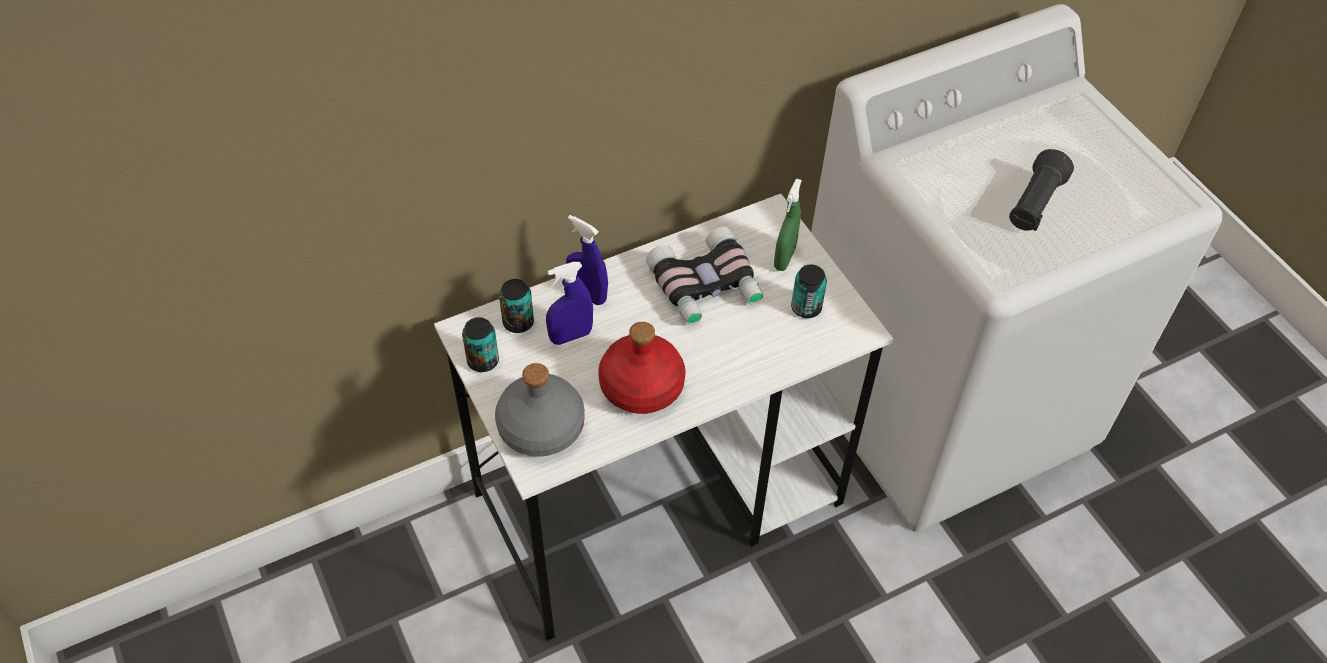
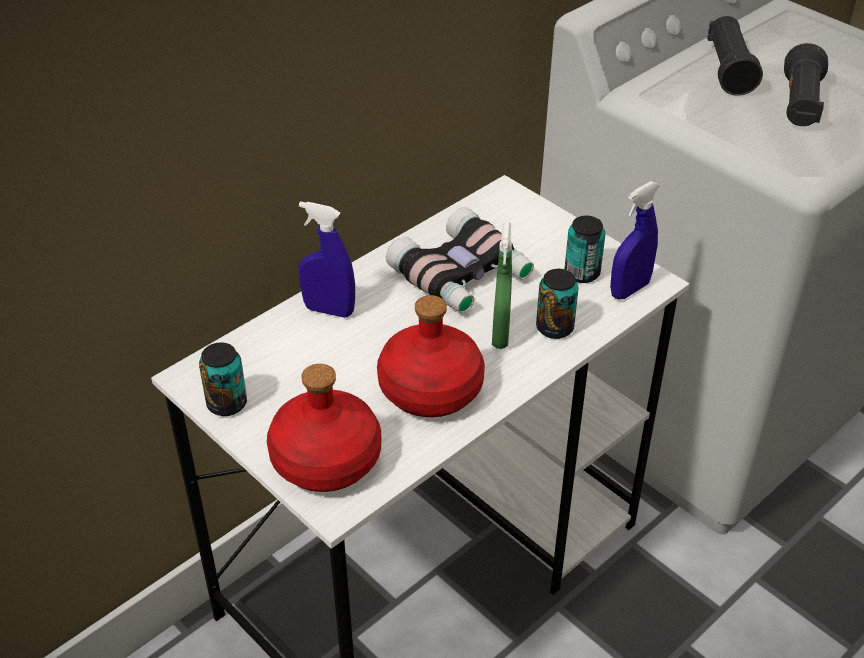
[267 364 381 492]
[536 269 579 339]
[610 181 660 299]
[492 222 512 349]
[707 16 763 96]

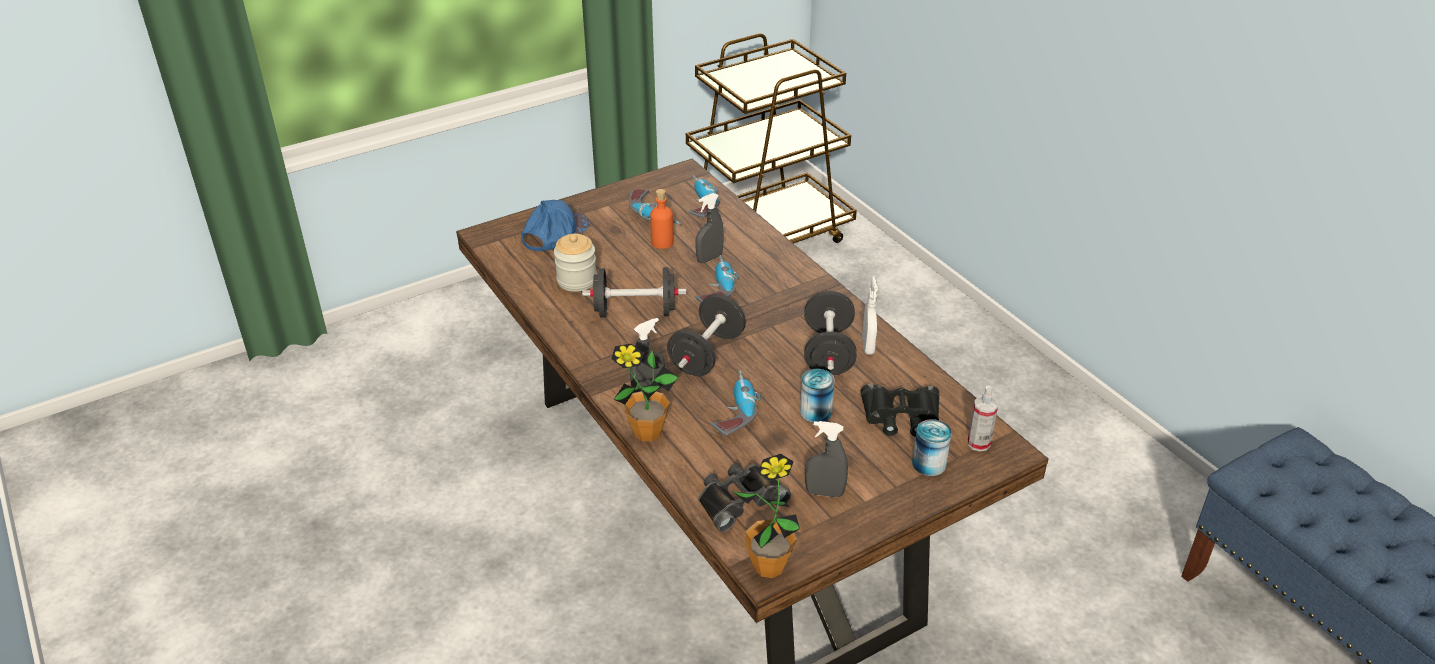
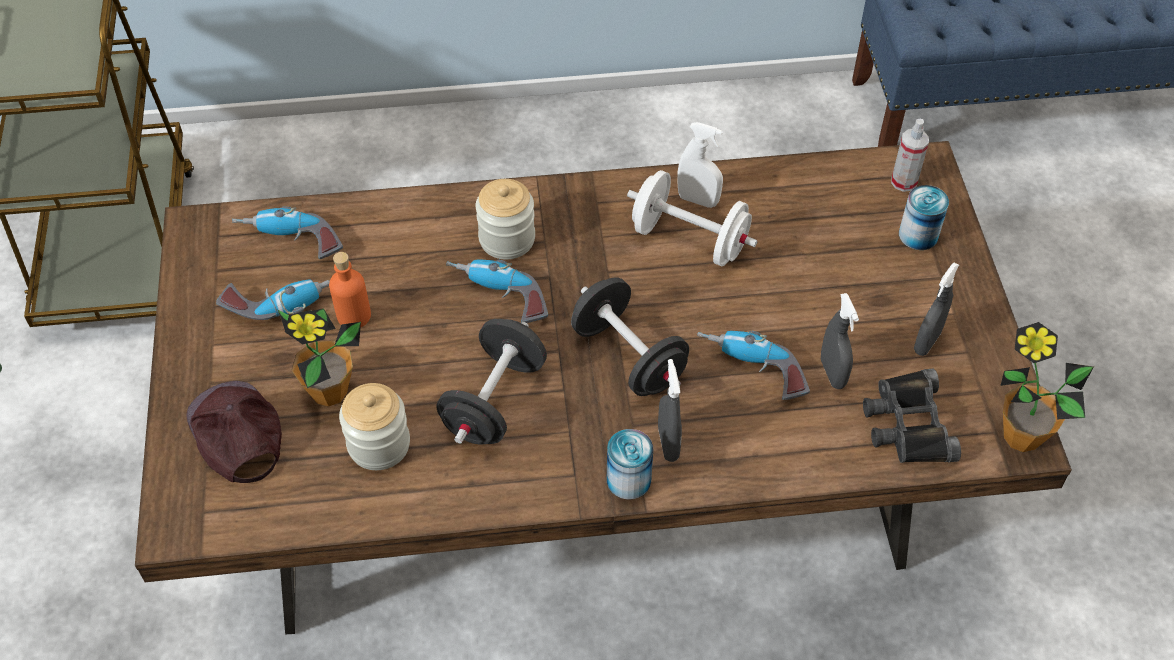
[186 381 282 483]
[277 308 361 407]
[821 293 859 389]
[607 429 653 500]
[627 170 758 266]
[861 384 940 437] (first image)
[476 179 535 260]

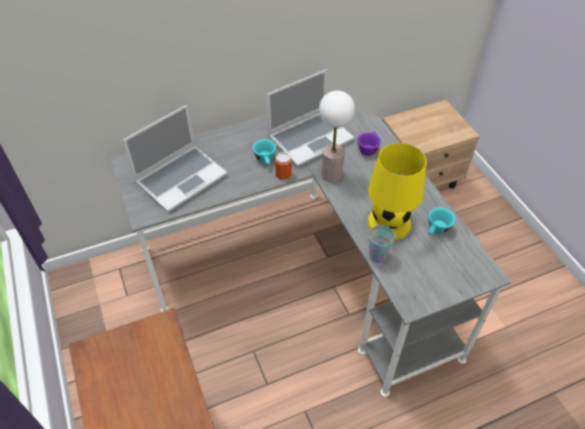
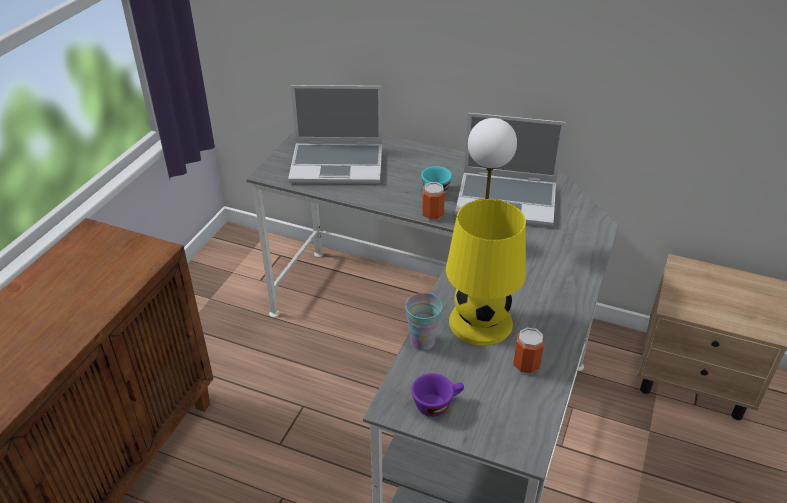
[411 373 464 417]
[513 327 544 374]

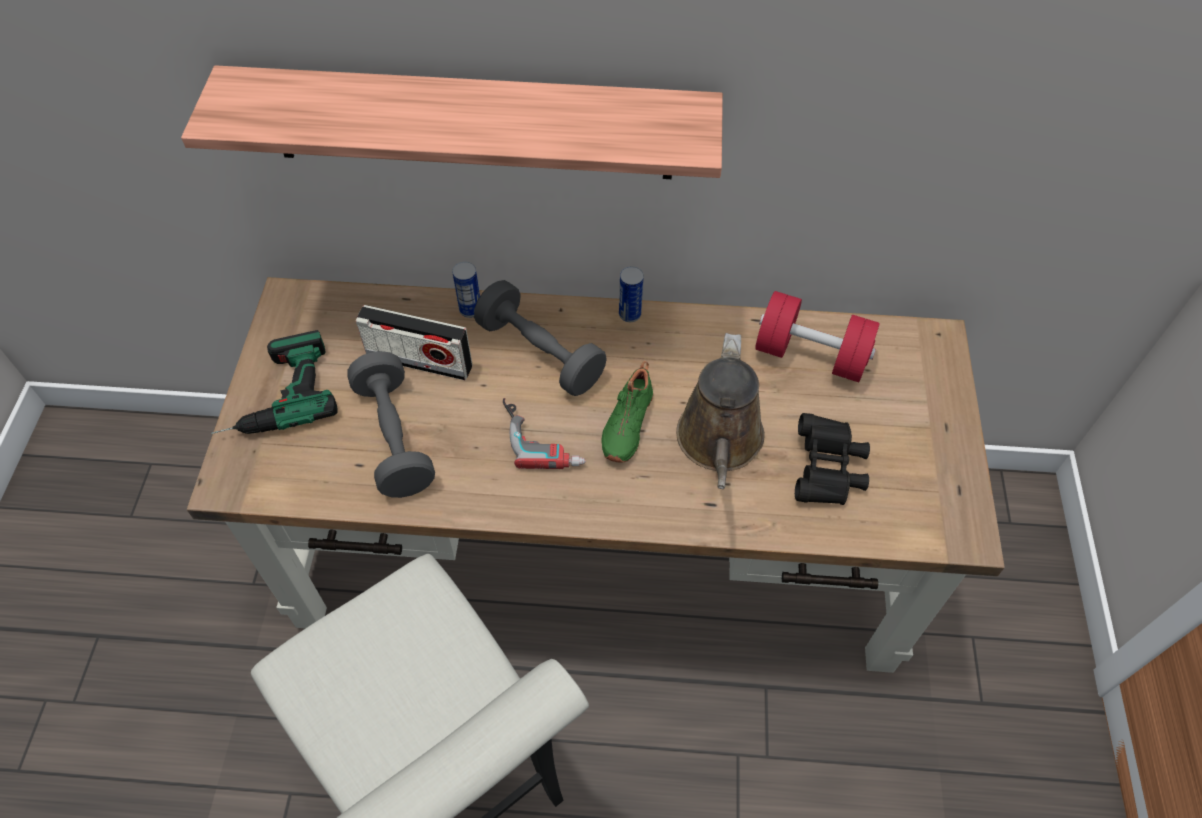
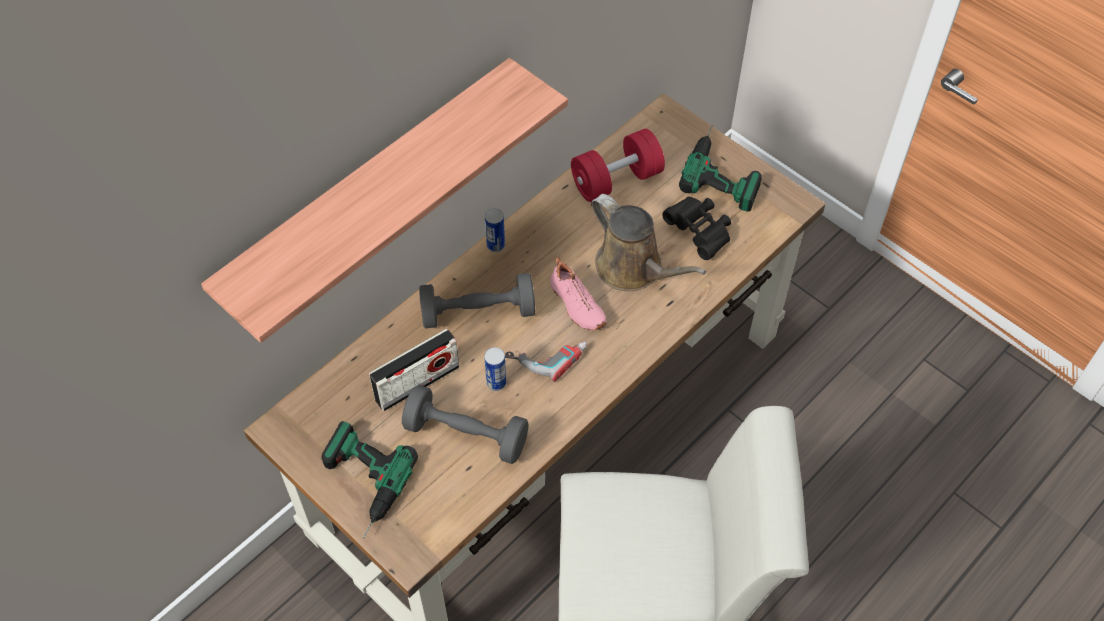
[484 347 506 391]
[550 258 606 330]
[679 126 762 212]

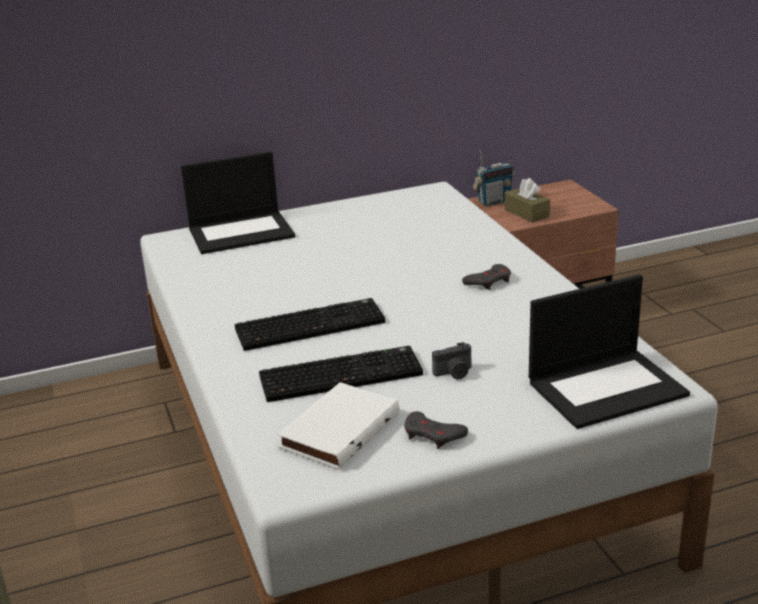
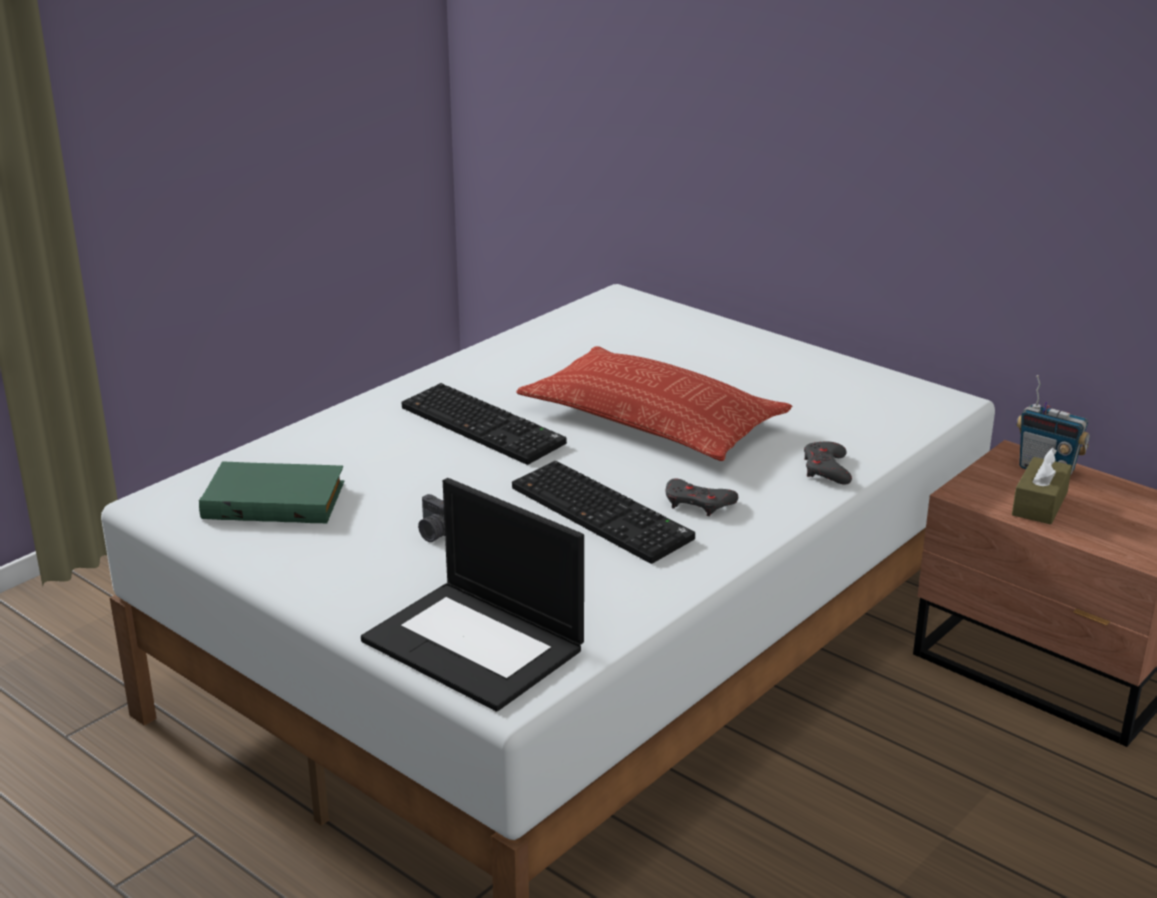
[181 151 295 254] (first image)
[512 461 695 564]
[199 461 344 523]
[804 442 852 485]
[516 346 792 461]

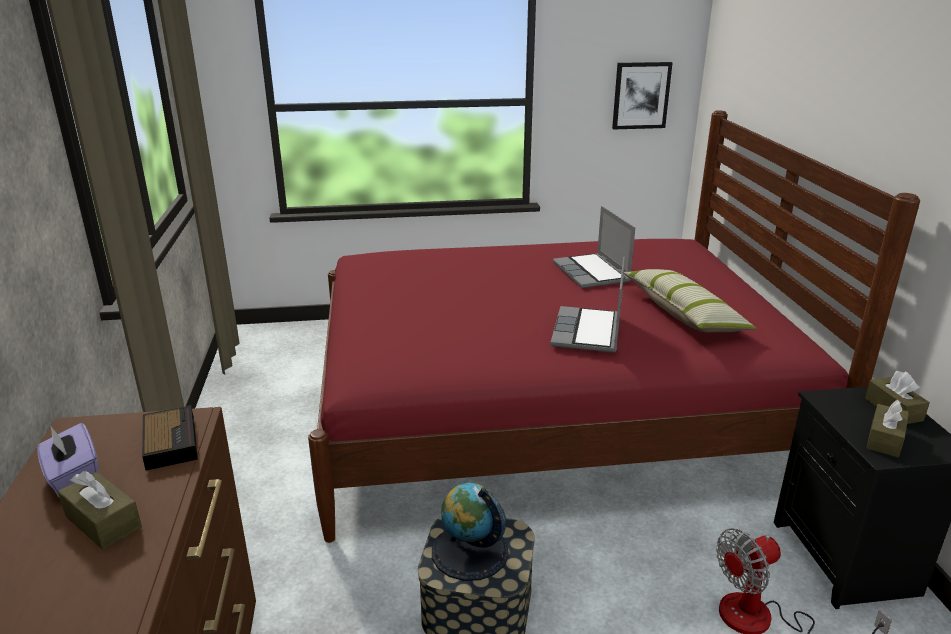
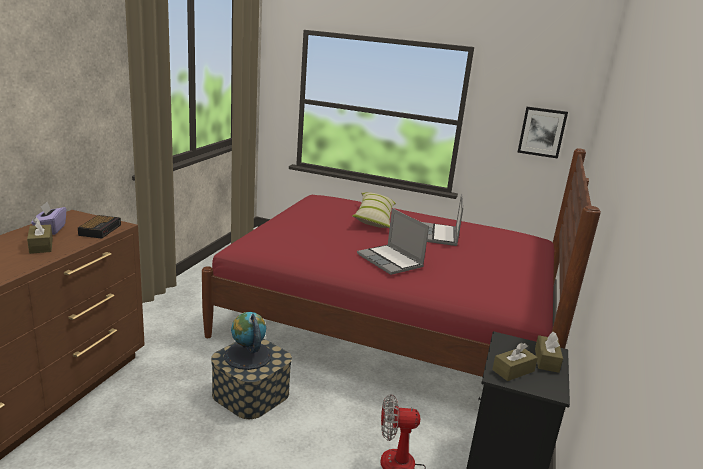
[357 208 429 275]
[352 192 396 228]

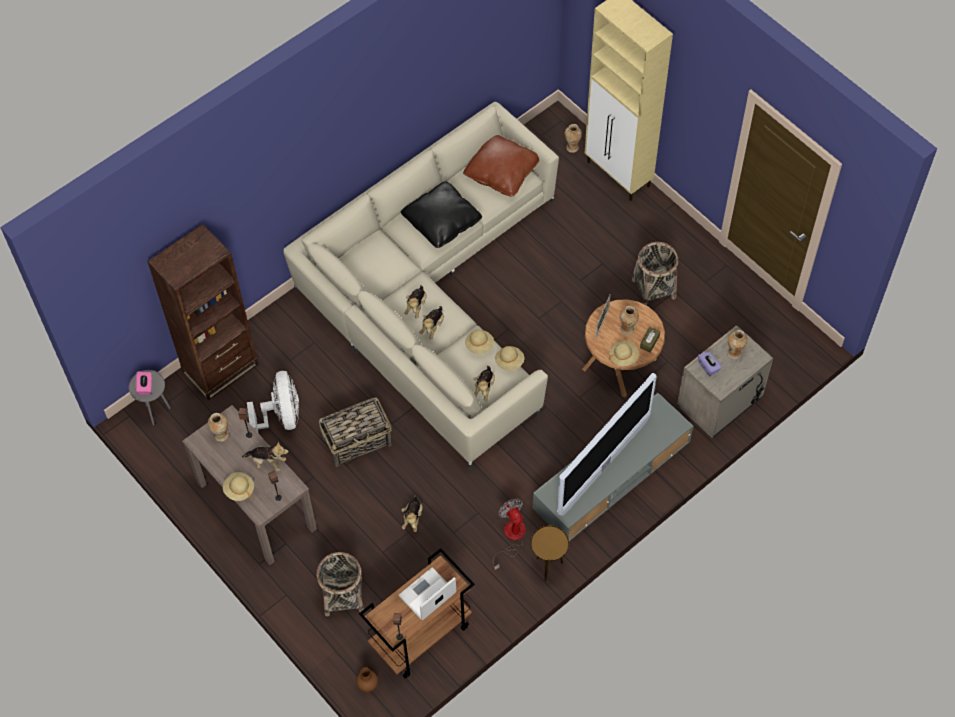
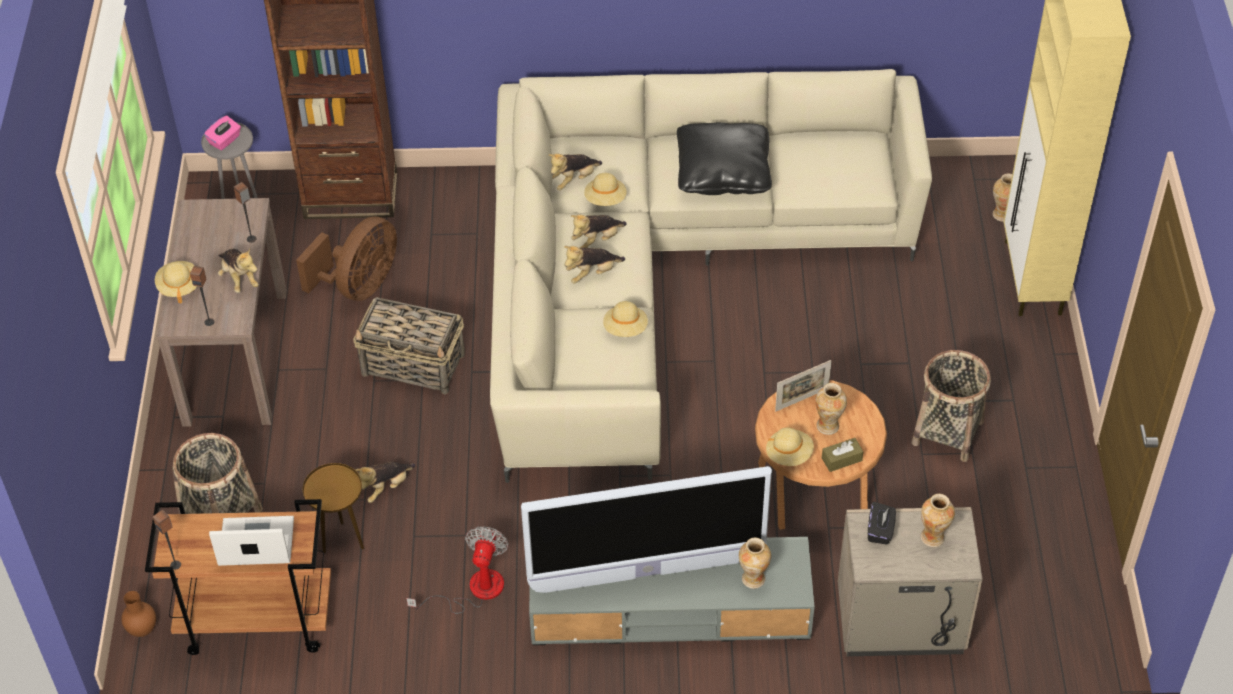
[739 538 771 589]
[296 217 397 301]
[463 135 539 197] (first image)
[549 154 602 190]
[584 173 627 206]
[303 463 364 554]
[868 502 896 544]

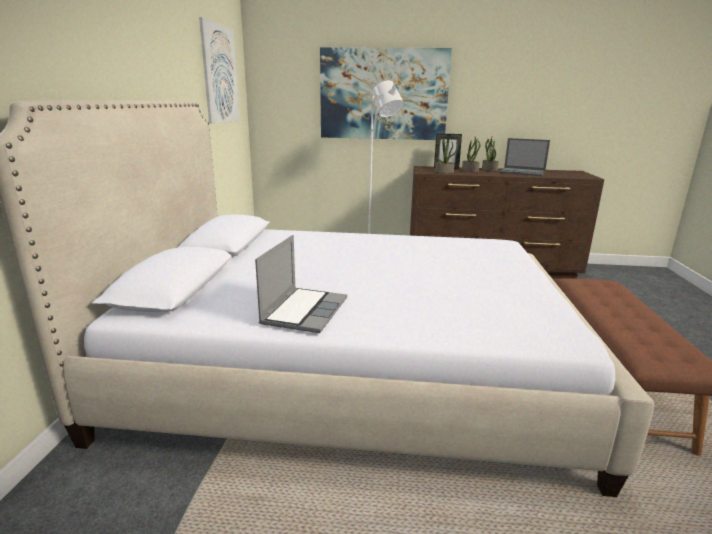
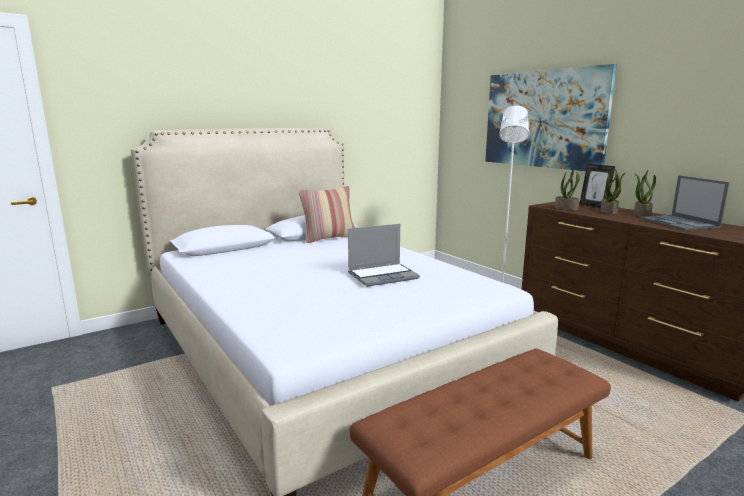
[199 17 240 124] (first image)
[348 224 420 287]
[298 186 355 243]

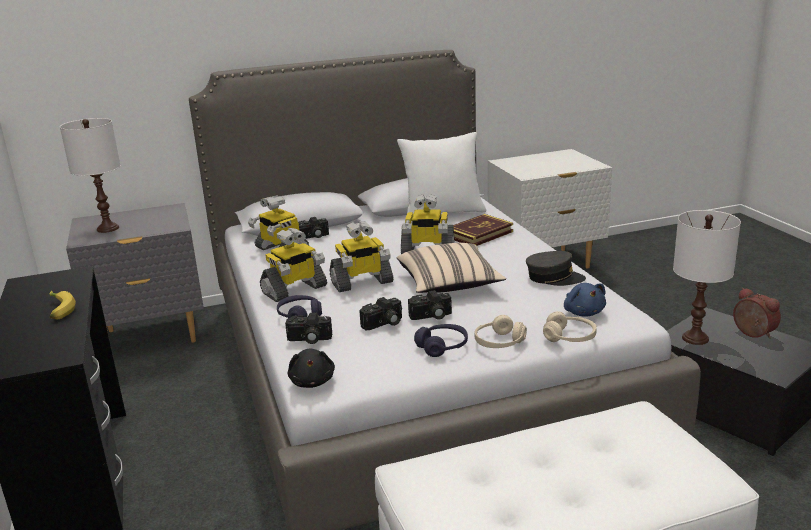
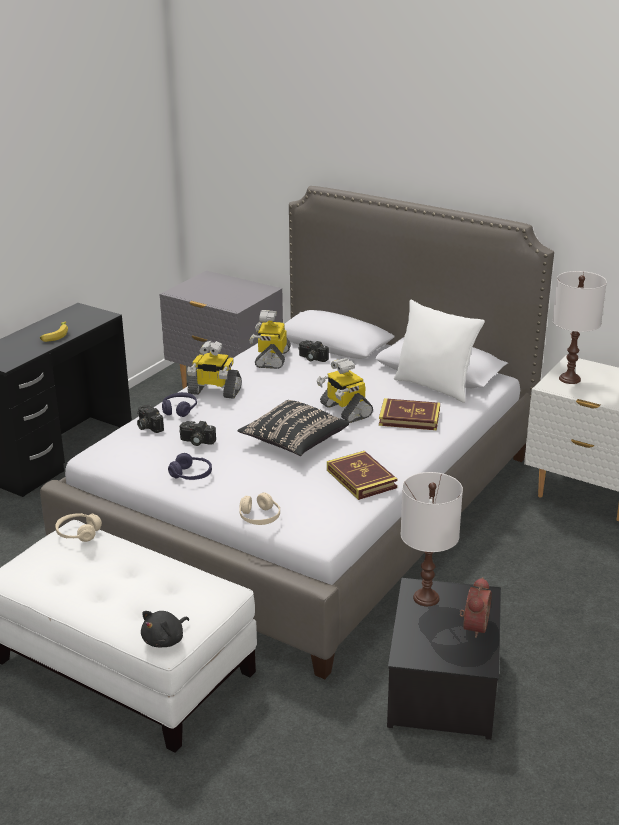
[553 271 607 384]
[141 611 189 647]
[330 221 394 292] (first image)
[238 400 349 456]
[408 290 452 320] (first image)
[55 513 102 542]
[327 451 397 500]
[564 283 606 317] (first image)

